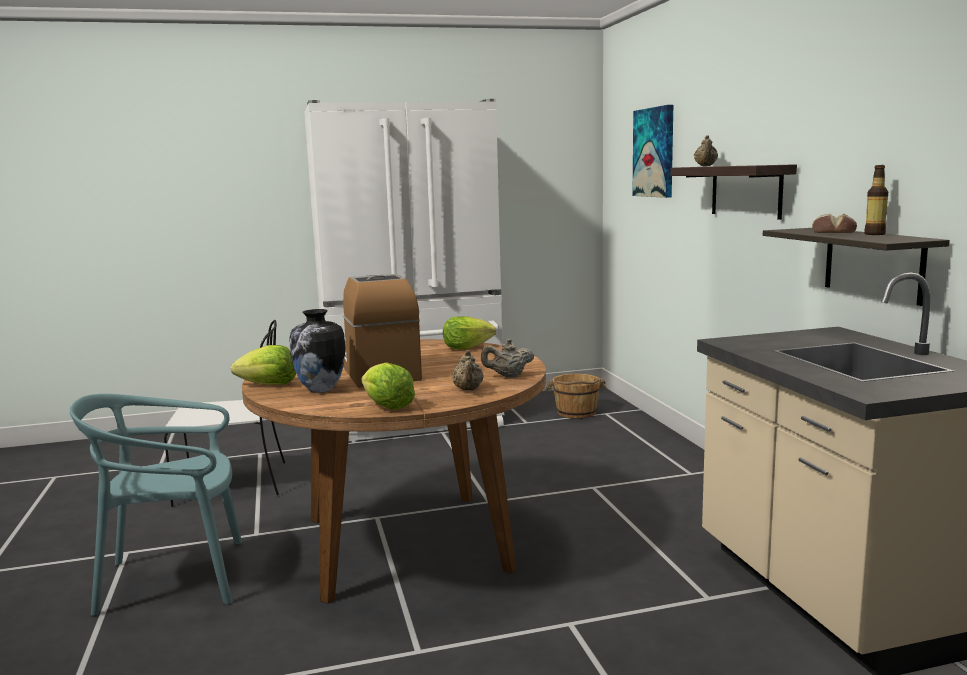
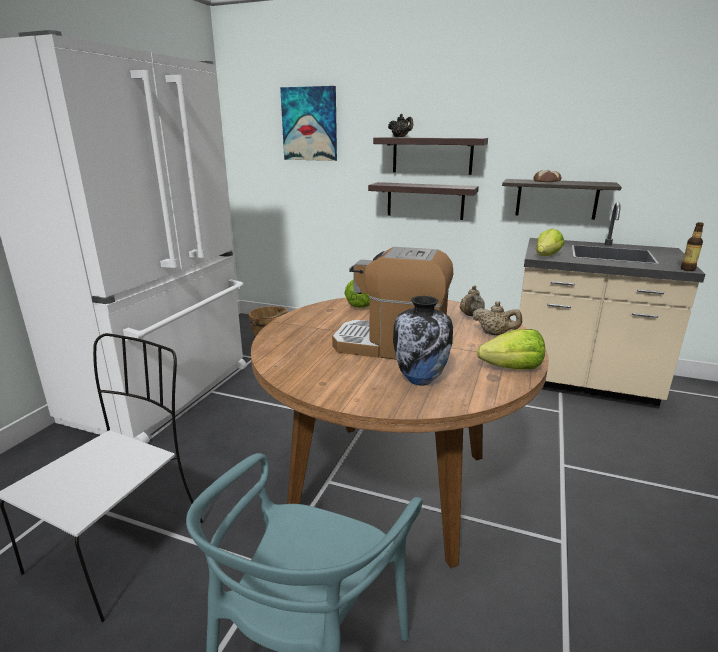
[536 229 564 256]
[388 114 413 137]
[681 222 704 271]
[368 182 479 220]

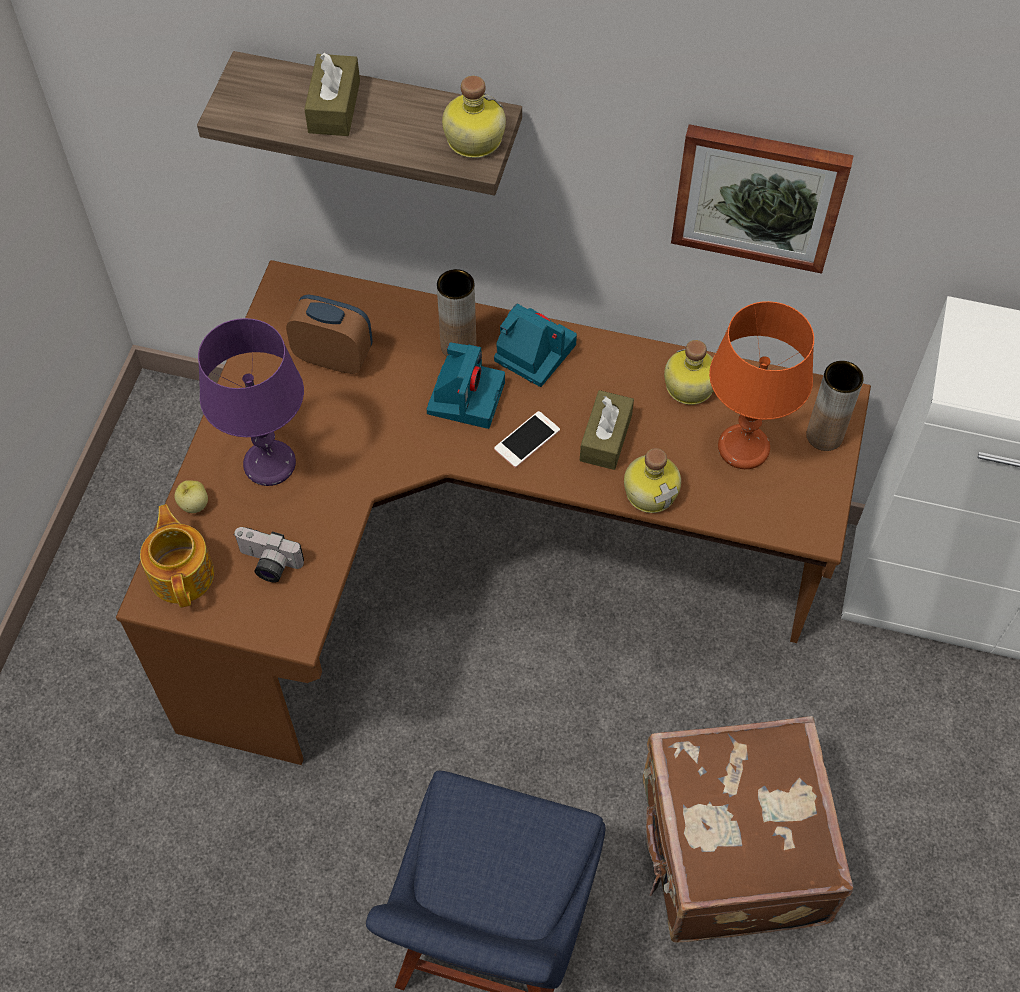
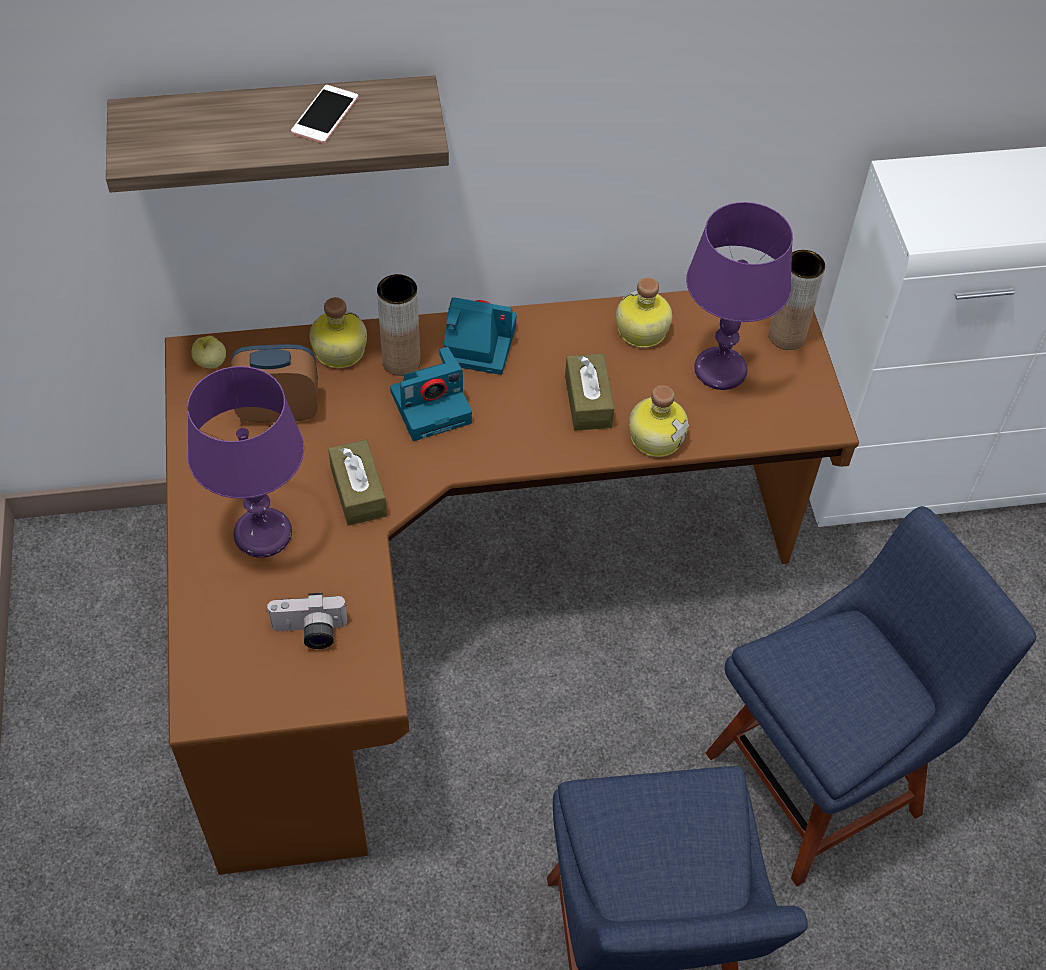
[140 504 214 608] (first image)
[192 336 226 369]
[328 440 387 526]
[390 347 472 441]
[309 297 367 368]
[291 85 358 143]
[705 506 1036 886]
[671 124 854 274] (first image)
[686 202 793 390]

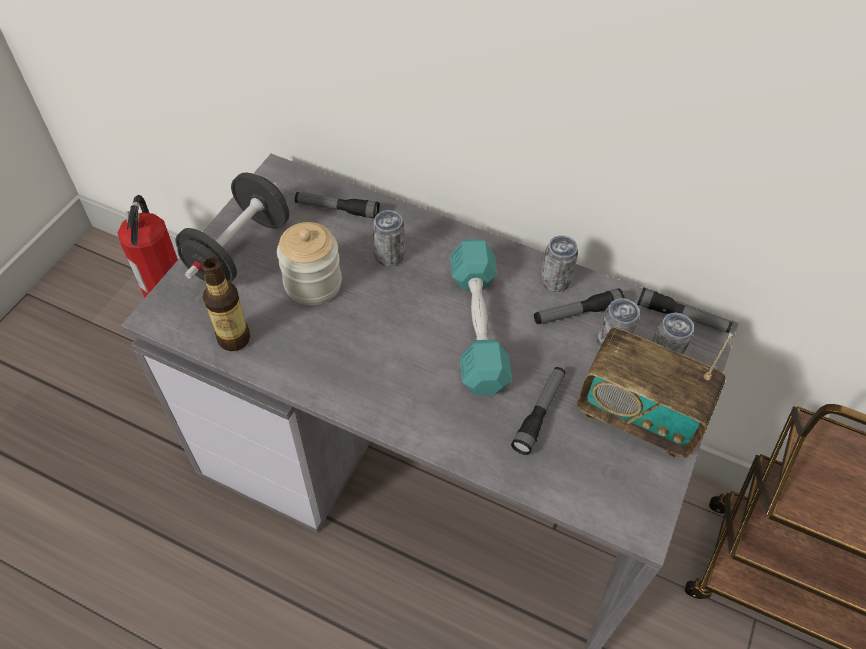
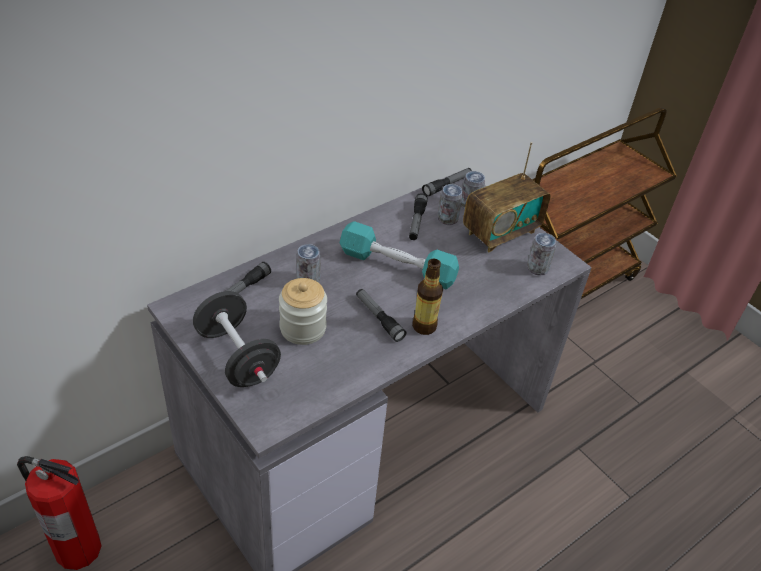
[412 259 443 335]
[356 289 407 342]
[527 233 556 276]

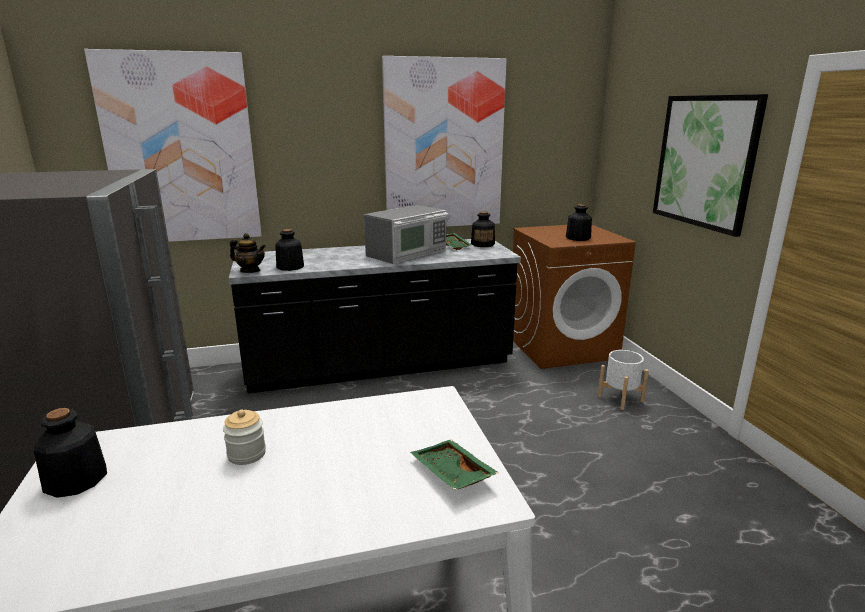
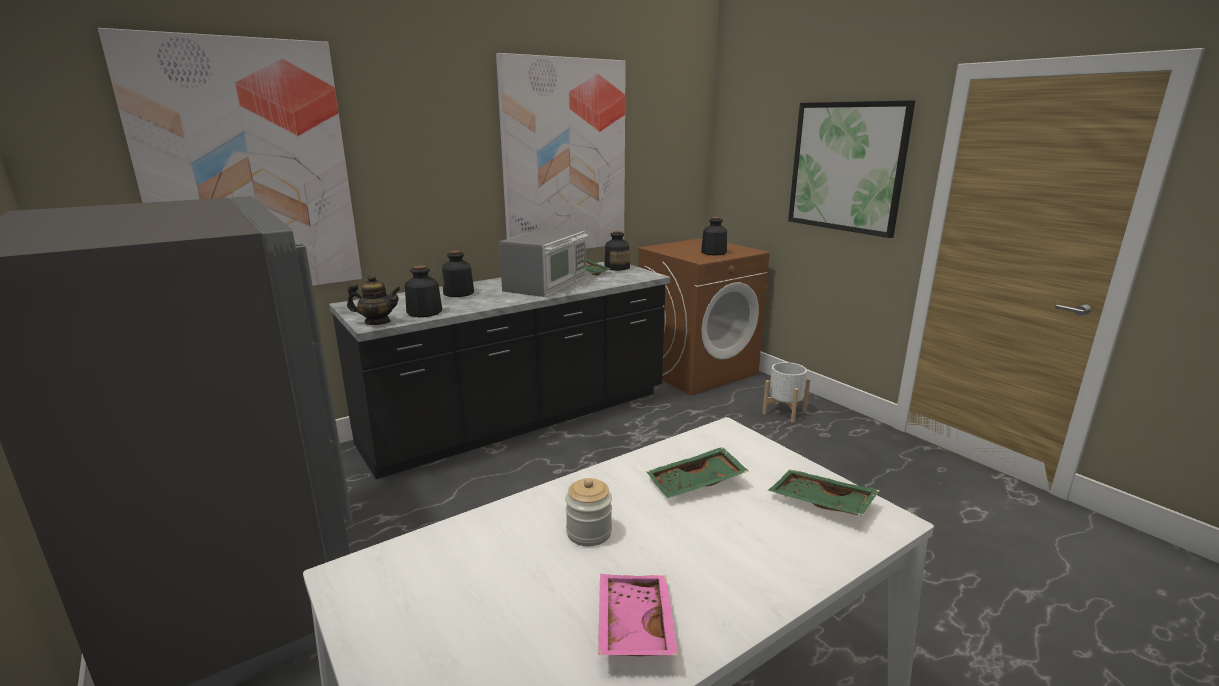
[442 250 474 297]
[598 574 678 656]
[646 447 748 498]

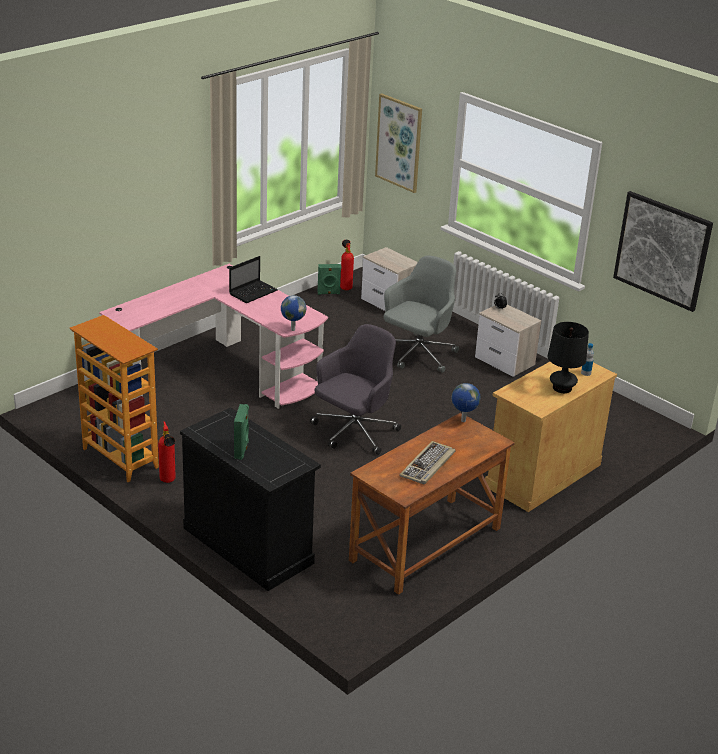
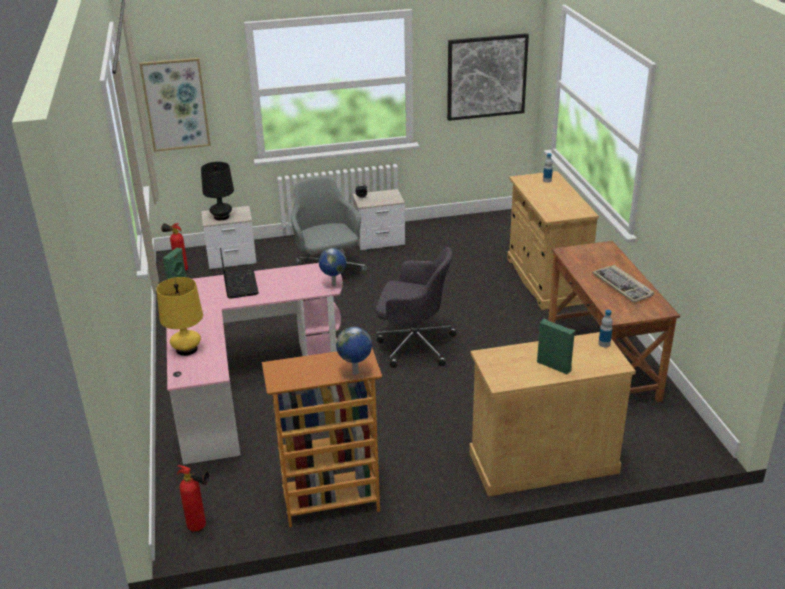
[177 465 209 532]
[469 332 636 497]
[376 247 457 368]
[336 327 372 375]
[201 162 234 220]
[156 277 203 356]
[598 310 613 347]

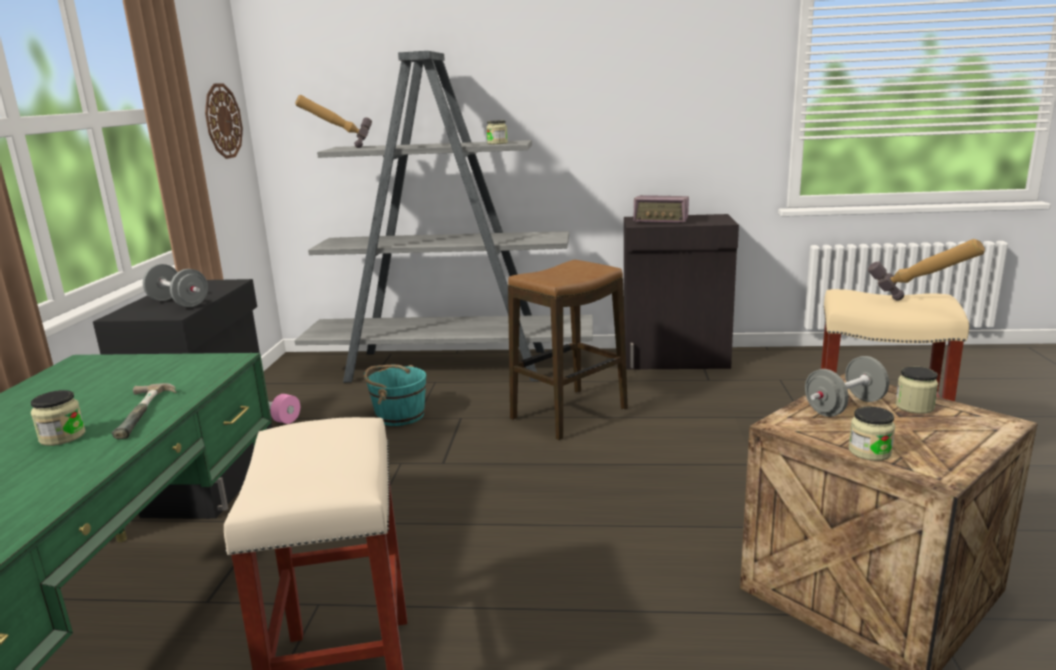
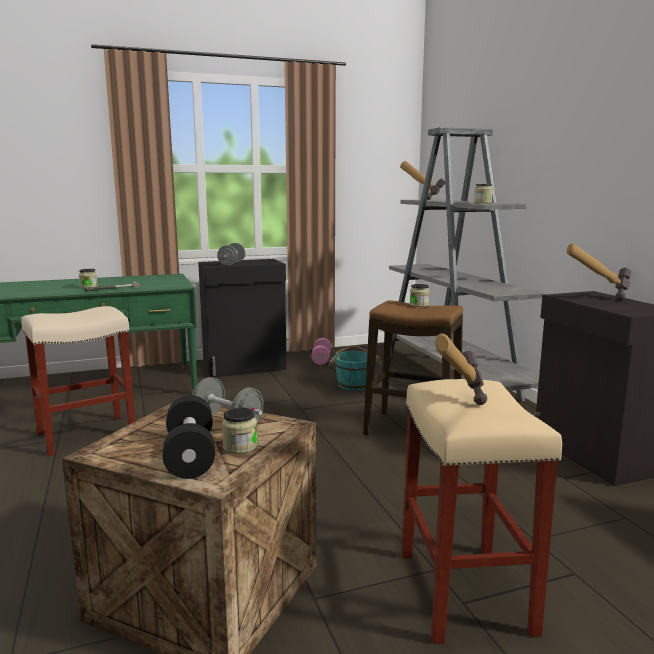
[205 84 243 159] (first image)
[567 243 631 300]
[410 284 430 307]
[162 395 215 479]

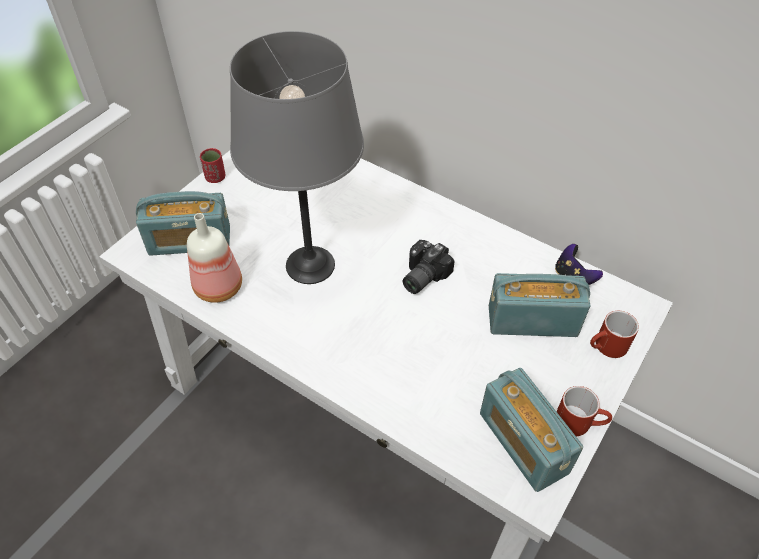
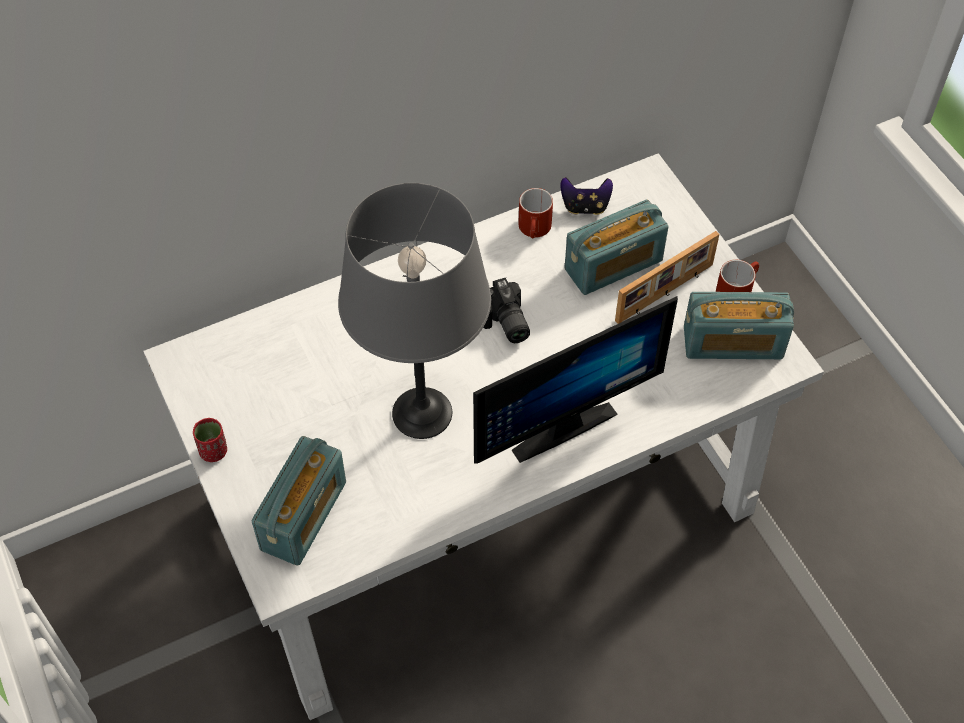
[187 213 242 303] (first image)
[564 200 668 295]
[518 188 553 238]
[473 296 678 464]
[615 231 719 324]

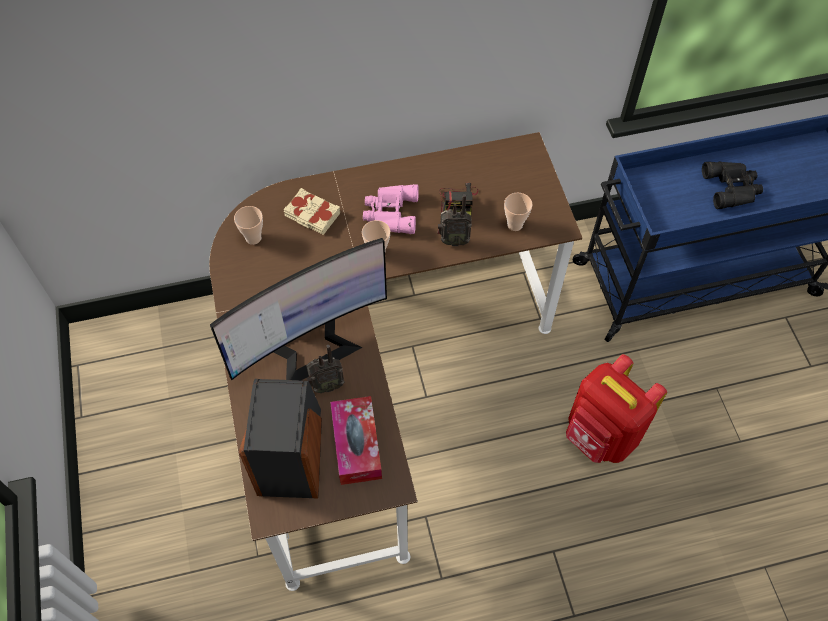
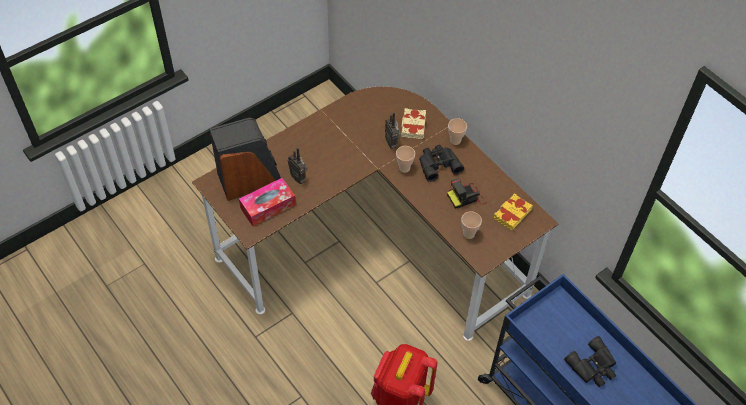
[210 238 387 380] (first image)
[448 118 467 145]
[419 145 464 182]
[385 112 401 149]
[494 193 532 230]

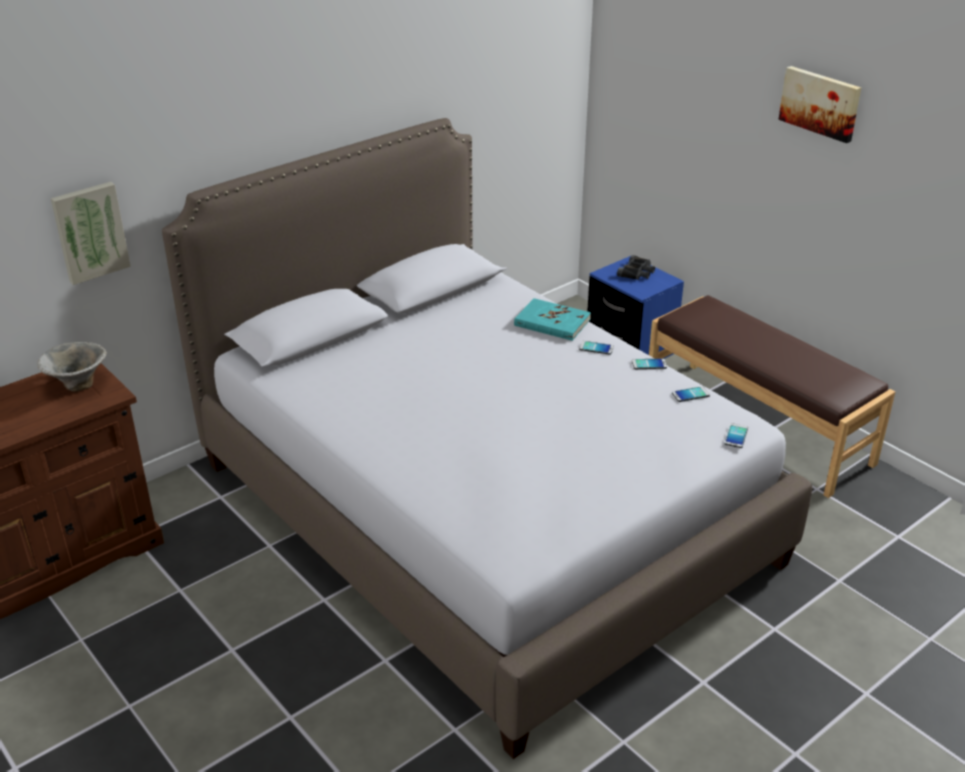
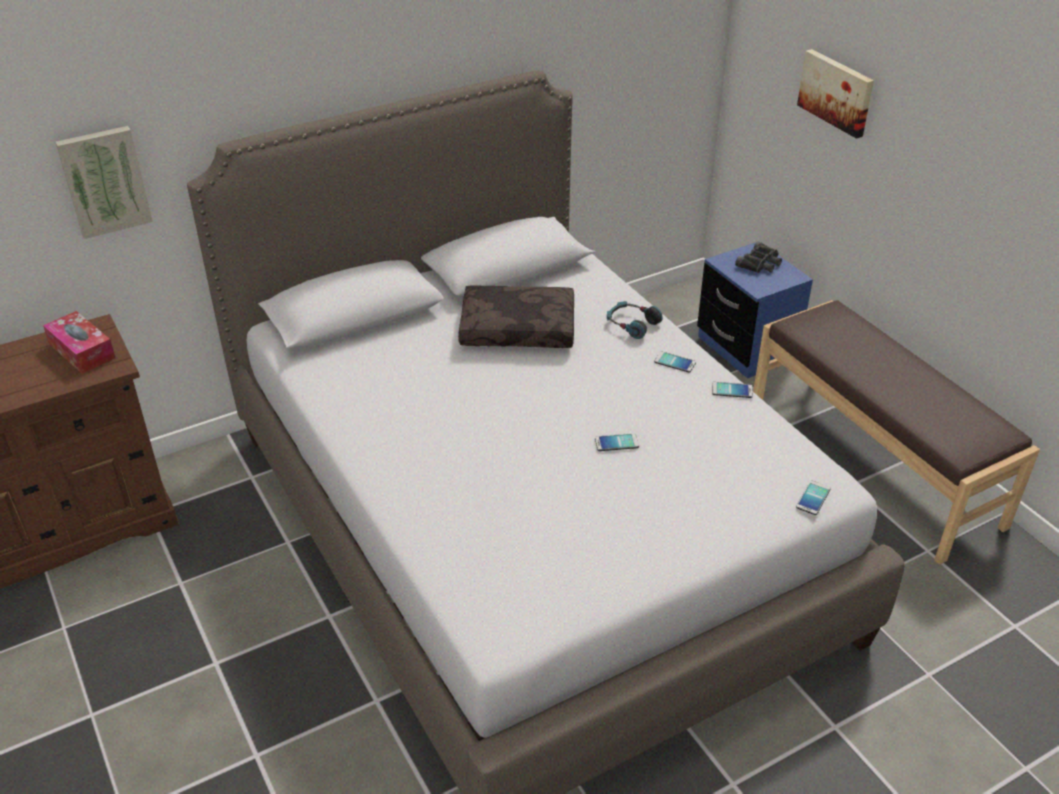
[43 311 115 374]
[607 301 663 339]
[595 433 639 451]
[797 49 874 139]
[458 285 574 348]

